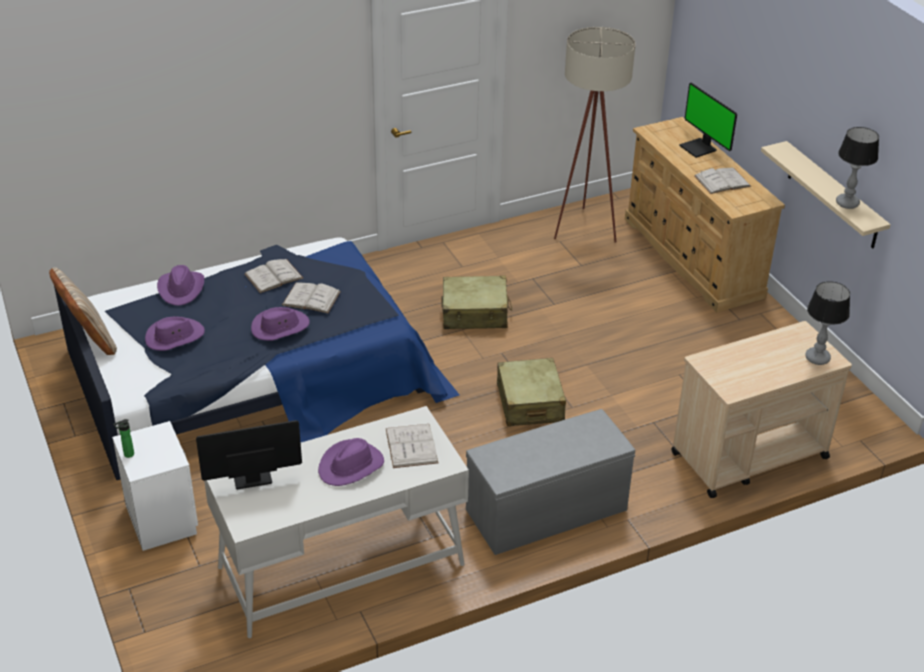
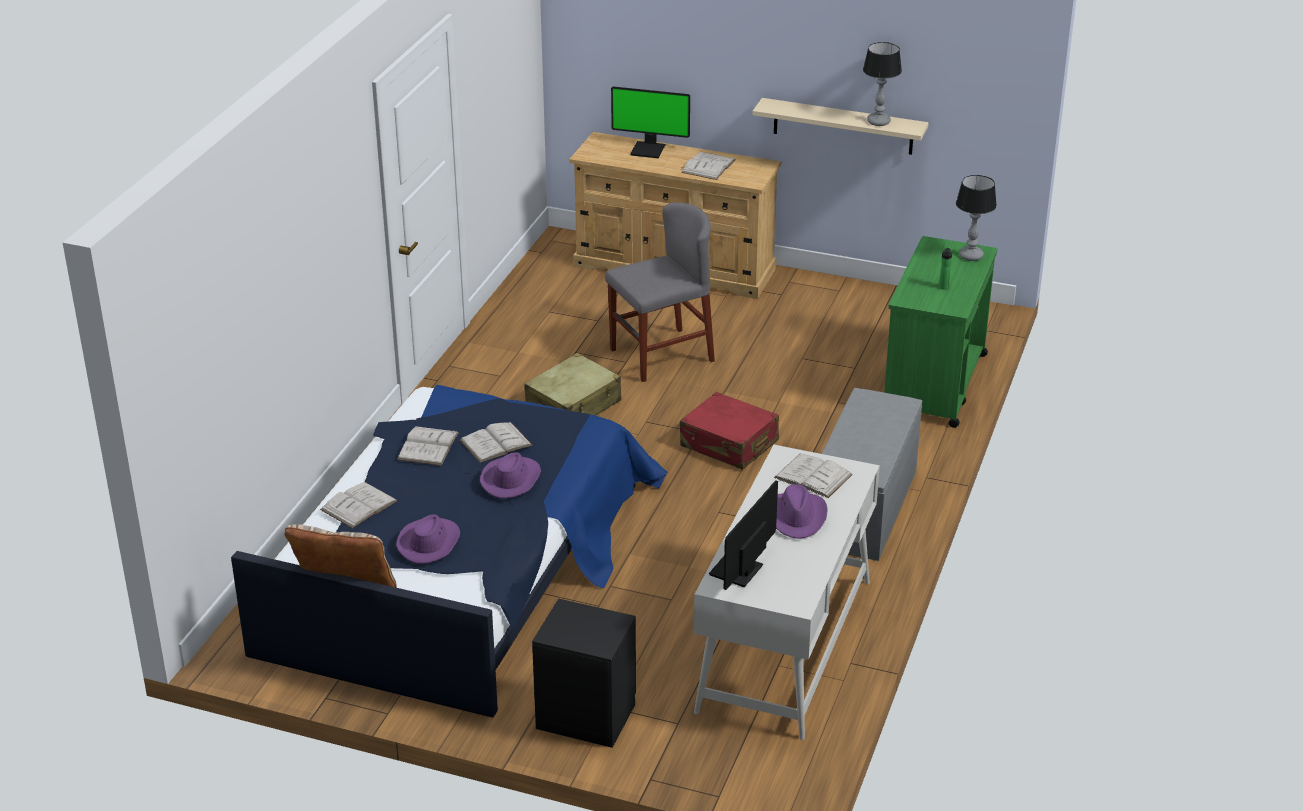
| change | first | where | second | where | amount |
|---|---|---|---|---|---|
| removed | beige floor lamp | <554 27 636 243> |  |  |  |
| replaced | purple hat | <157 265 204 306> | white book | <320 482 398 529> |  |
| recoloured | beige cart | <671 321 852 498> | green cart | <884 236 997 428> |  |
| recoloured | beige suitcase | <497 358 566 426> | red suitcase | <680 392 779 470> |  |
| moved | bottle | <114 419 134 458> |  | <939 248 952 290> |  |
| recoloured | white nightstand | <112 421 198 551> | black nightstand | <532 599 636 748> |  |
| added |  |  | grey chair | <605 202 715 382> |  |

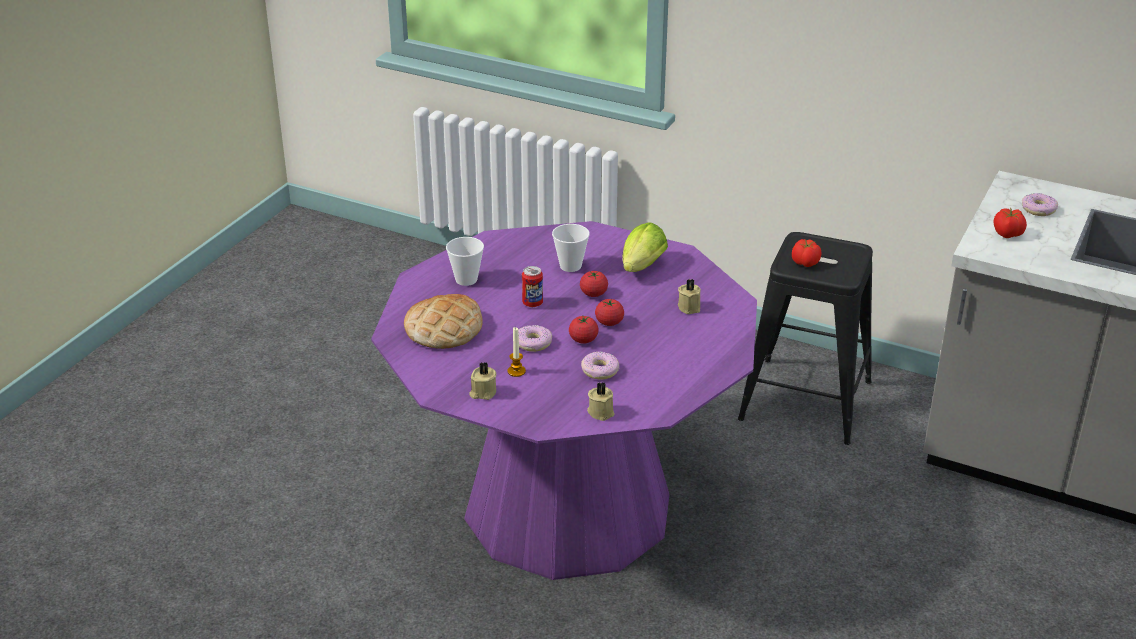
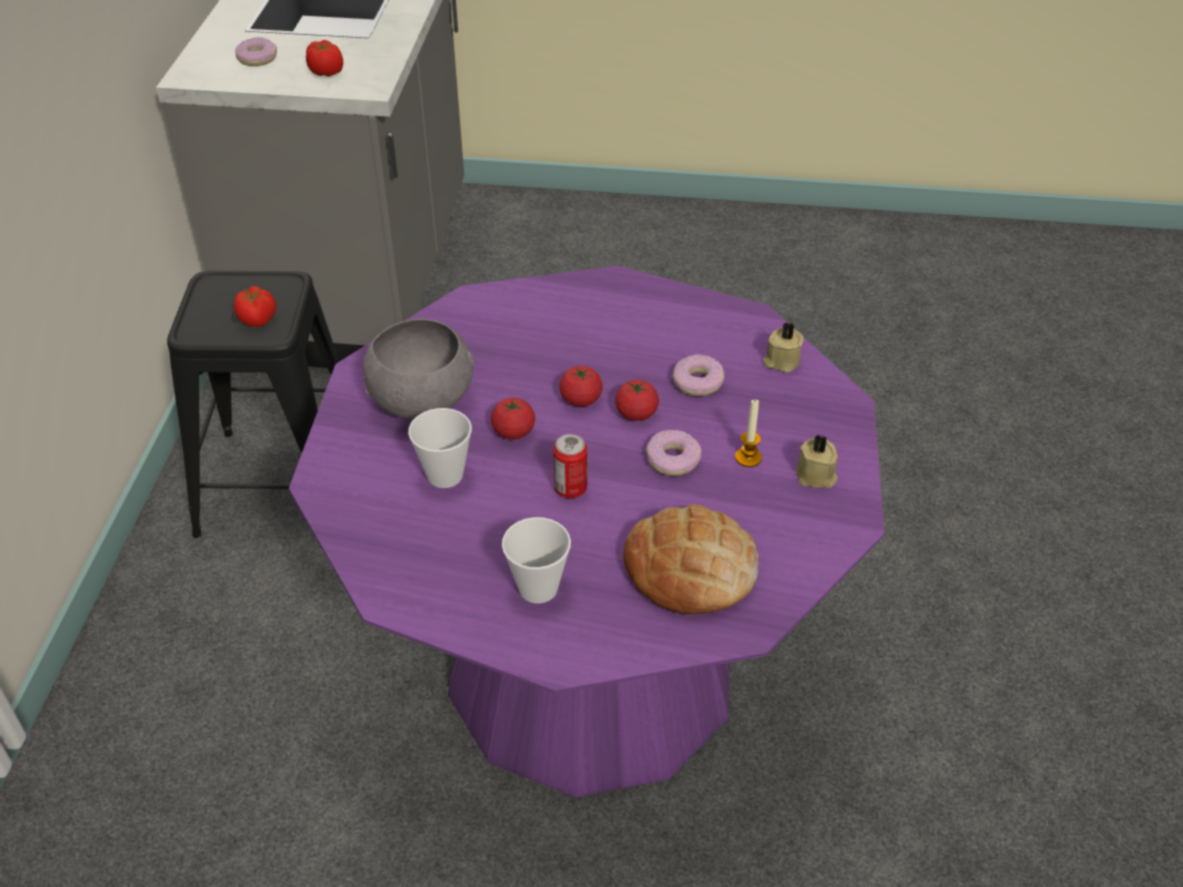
| change | first | where | second | where | amount |
|---|---|---|---|---|---|
| replaced | lettuce | <622 222 668 272> | grey bowl | <363 319 474 420> |  |
| removed | beige candle | <678 278 701 314> |  |  |  |

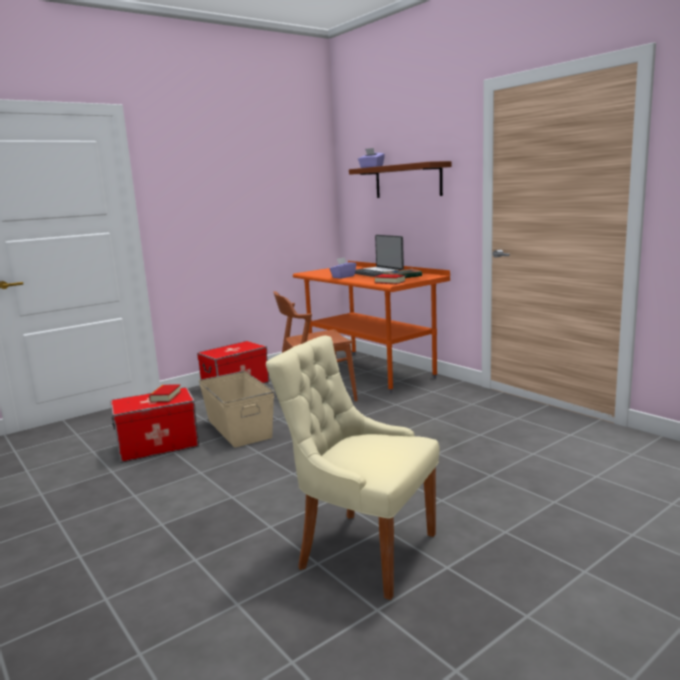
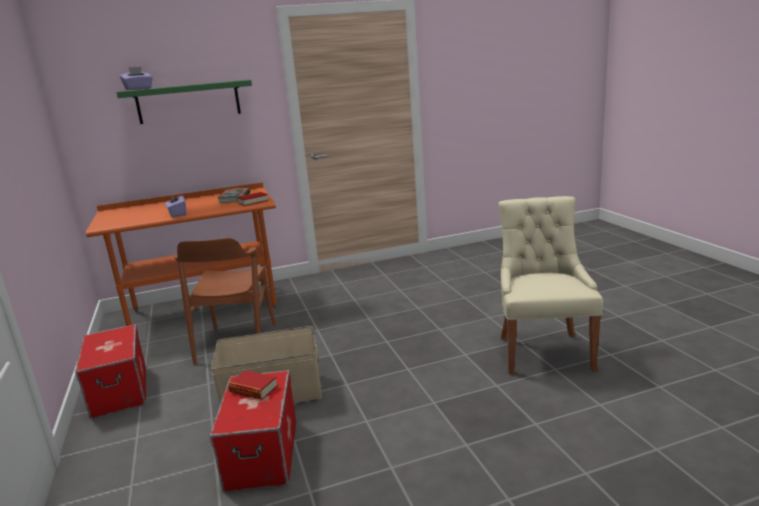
| change | first | where | second | where | amount |
|---|---|---|---|---|---|
| recoloured | brown shelf | <349 161 452 198> | green shelf | <117 80 252 124> |  |
| removed | laptop | <355 235 404 277> |  |  |  |
| turned | beige chair | <266 335 440 600> |  | <498 196 603 374> | 135 degrees clockwise |

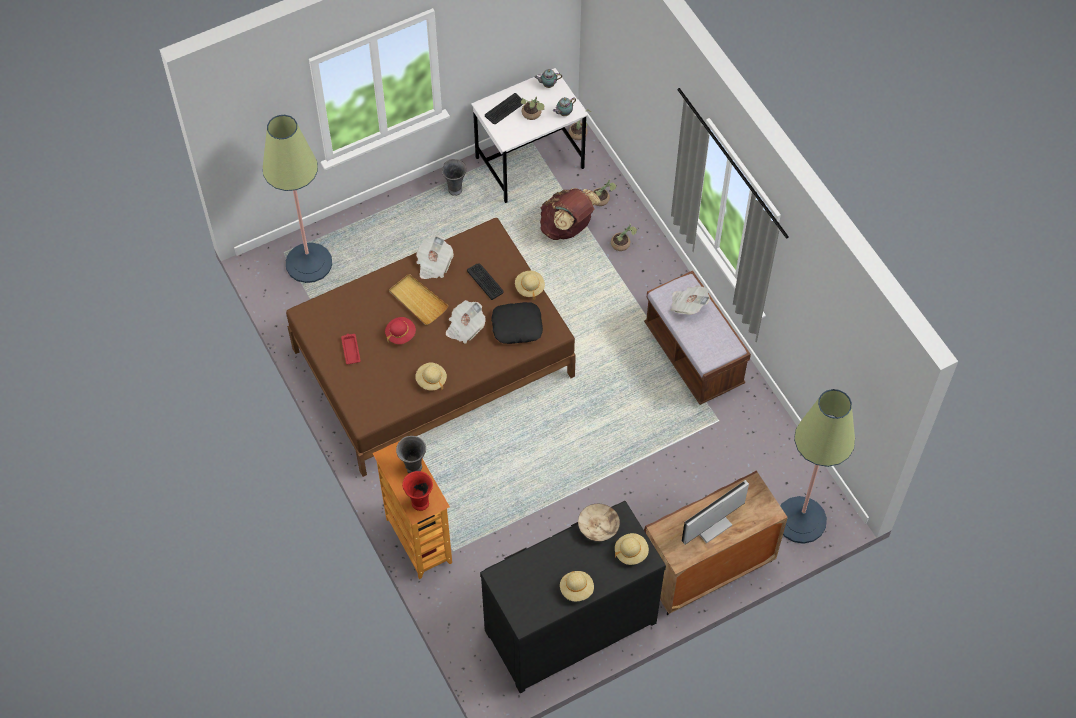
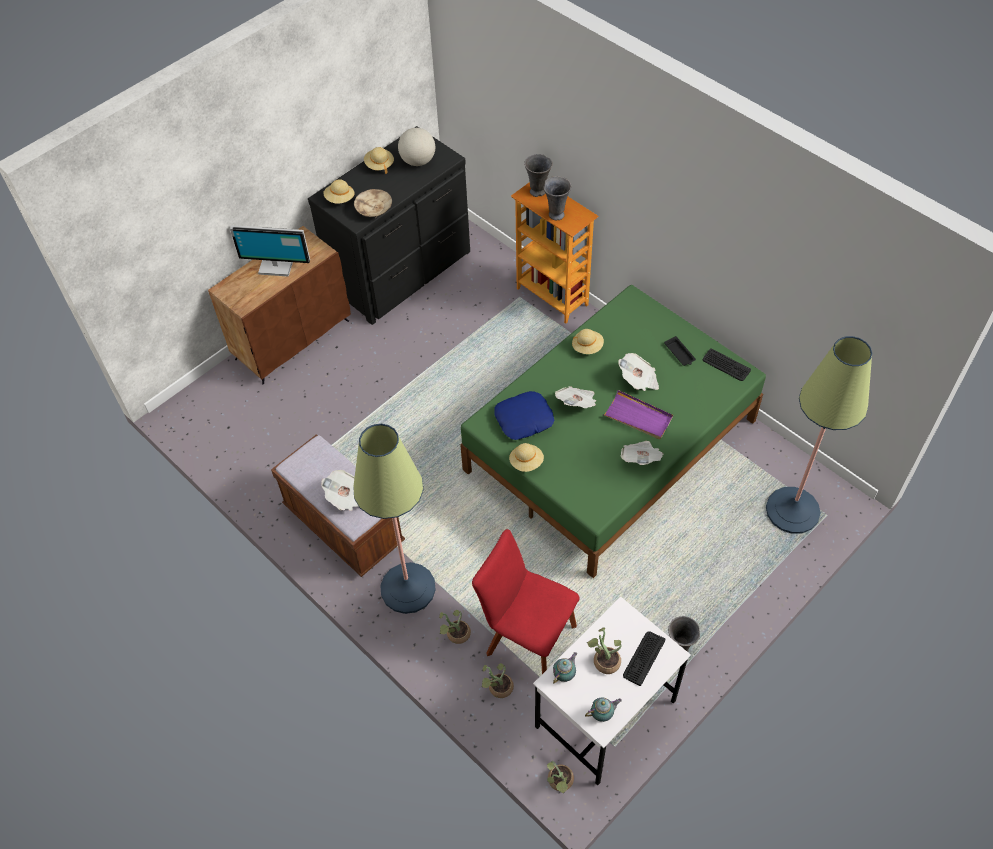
| change | first | where | second | where | amount |
|---|---|---|---|---|---|
| replaced | brown backpack | <540 188 601 240> | red chair | <472 529 580 674> |  |
| recoloured | brown bed | <286 218 576 477> | green bed | <460 285 766 578> |  |
| moved | keyboard | <467 263 504 300> |  | <703 348 751 381> |  |
| recoloured | beige tray | <389 274 448 325> | purple tray | <603 390 673 439> |  |
| recoloured | black pillow | <491 302 543 344> | blue pillow | <494 391 554 440> |  |
| replaced | red hat | <385 317 416 344> | newspaper | <618 353 659 391> |  |
| recoloured | red tray | <341 334 361 365> | black tray | <664 336 696 366> |  |
| moved | floor lamp | <780 389 855 544> |  | <353 423 436 614> |  |
| recoloured | red vase | <402 471 433 511> | grey vase | <524 154 553 197> |  |
| turned | monitor | <682 480 749 544> |  | <230 225 310 277> | 60 degrees clockwise |
| added |  |  | globe | <398 128 435 166> |  |

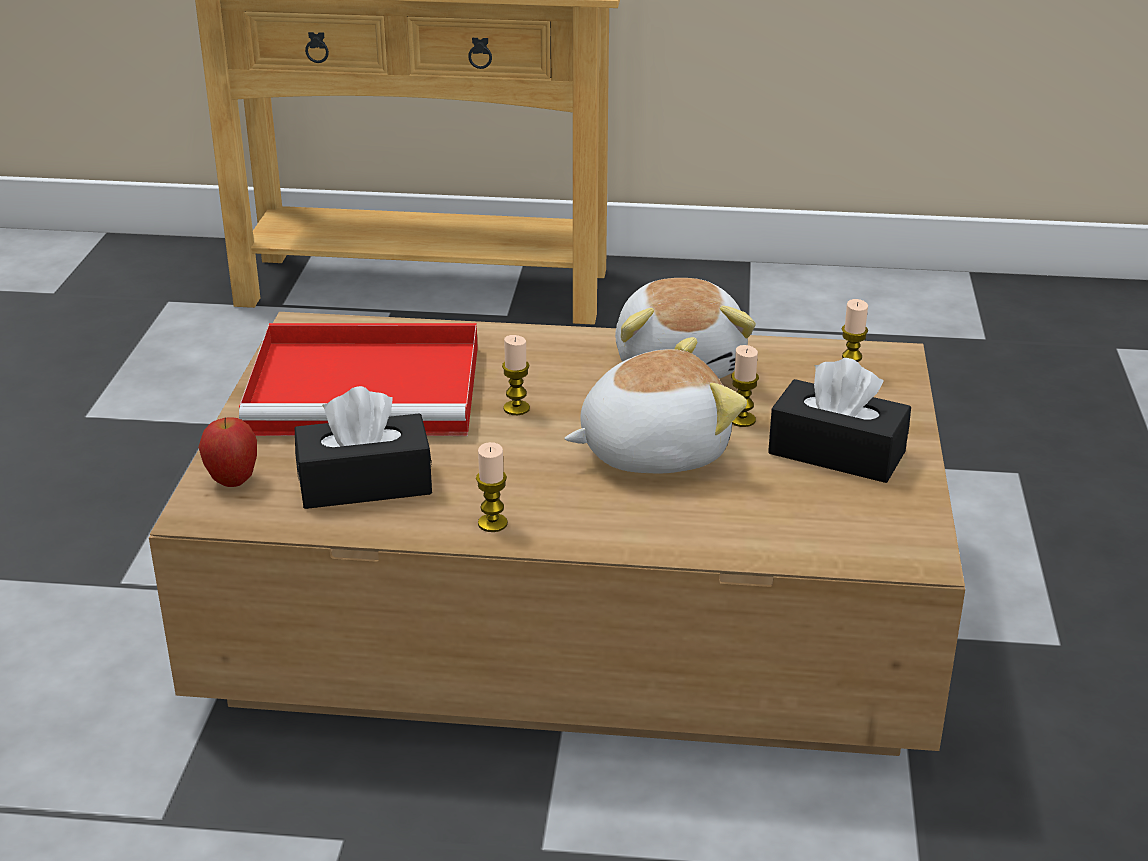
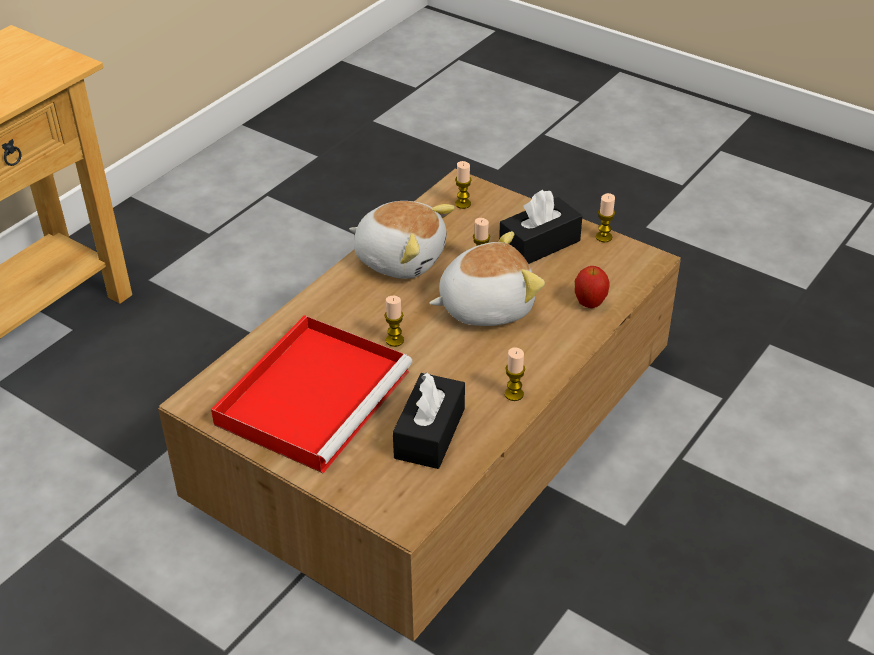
| change | first | where | second | where | amount |
|---|---|---|---|---|---|
| turned | plush toy | <564 337 747 474> |  | <429 231 545 326> | 60 degrees clockwise |
| moved | apple | <198 417 257 487> |  | <575 266 609 308> |  |
| added |  |  | candle | <596 193 615 242> |  |

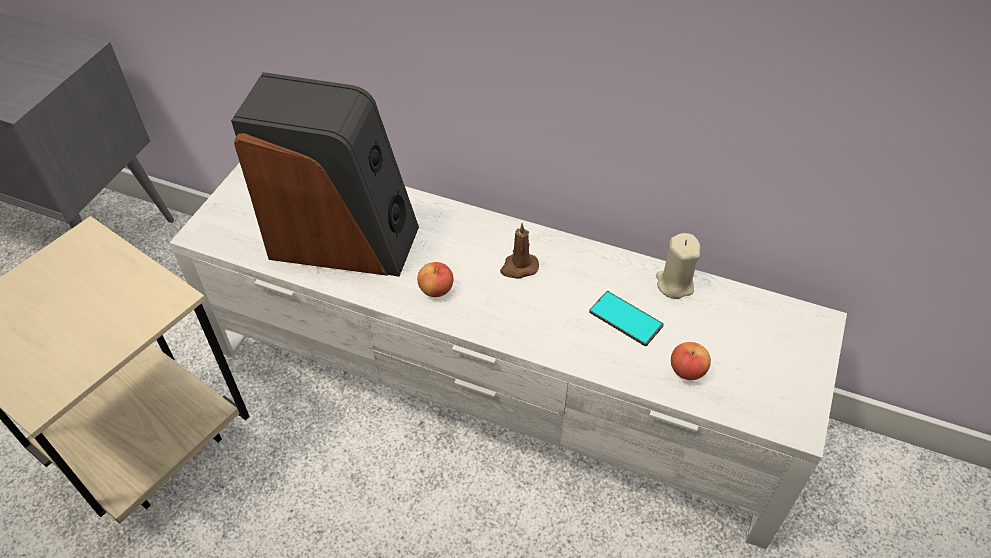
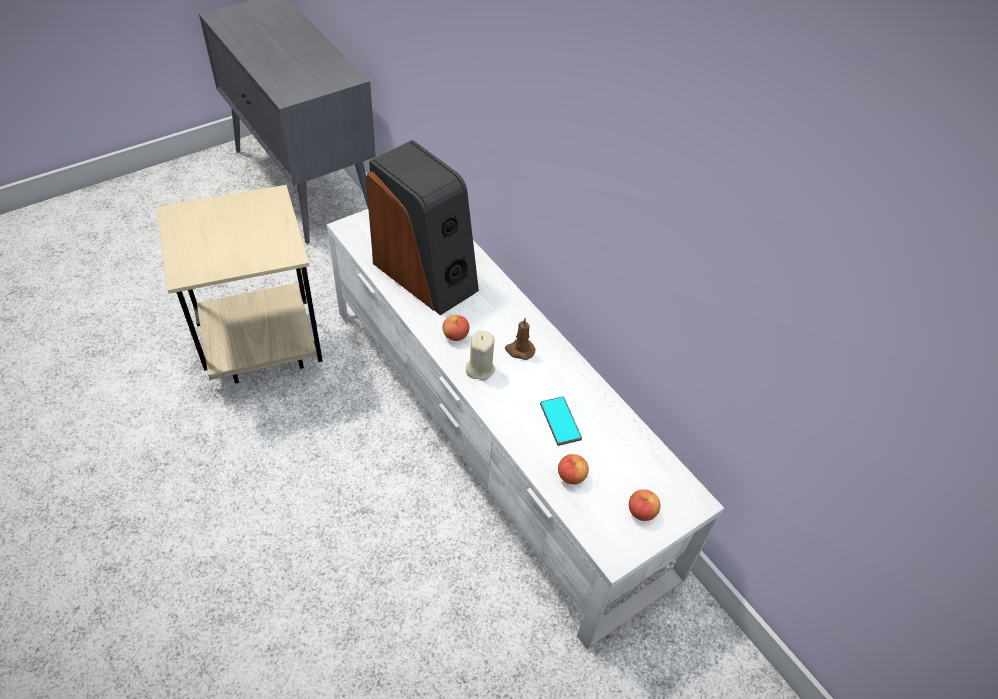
| change | first | where | second | where | amount |
|---|---|---|---|---|---|
| moved | beige candle | <656 233 701 299> |  | <466 331 495 381> |  |
| added |  |  | apple | <629 489 661 521> |  |

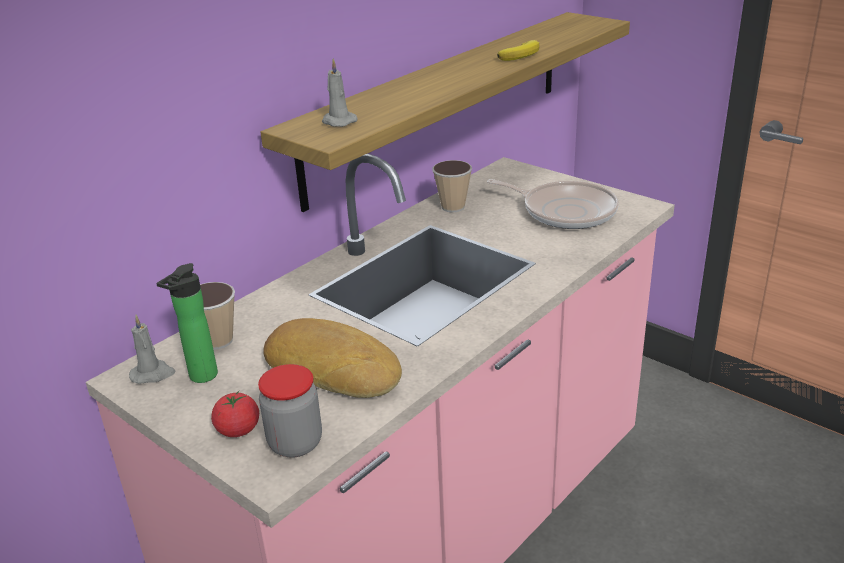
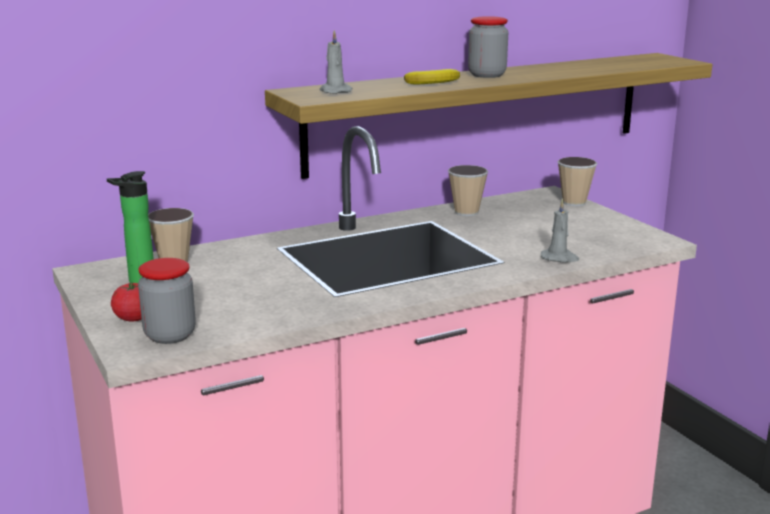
| change | first | where | second | where | amount |
|---|---|---|---|---|---|
| moved | banana | <497 40 540 61> |  | <404 69 460 84> |  |
| removed | frying pan | <487 179 619 229> |  |  |  |
| moved | grey candle | <129 315 176 384> |  | <541 199 579 263> |  |
| removed | bread | <263 318 402 398> |  |  |  |
| added |  |  | jar | <468 16 508 78> |  |
| added |  |  | cup | <558 157 597 206> |  |

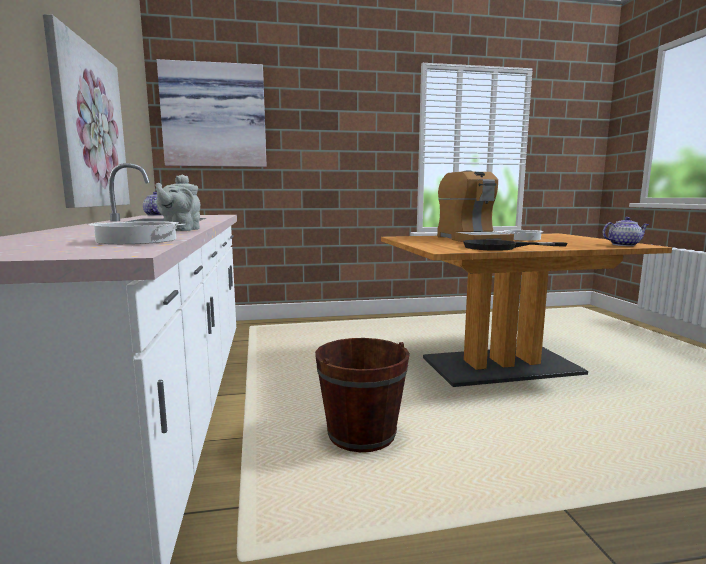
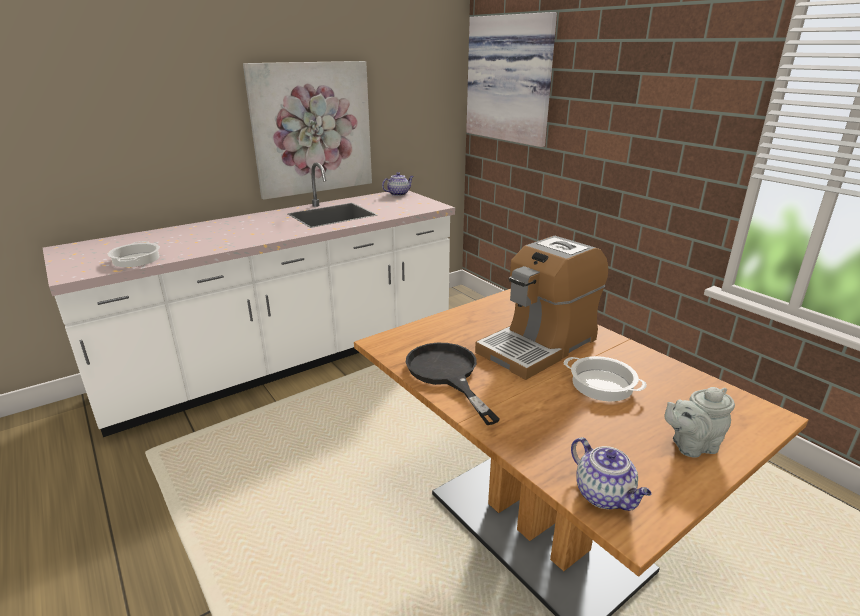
| change | first | where | second | where | amount |
|---|---|---|---|---|---|
| moved | grey teapot | <155 174 200 231> |  | <664 387 735 458> |  |
| removed | brown bucket | <315 338 410 452> |  |  |  |

